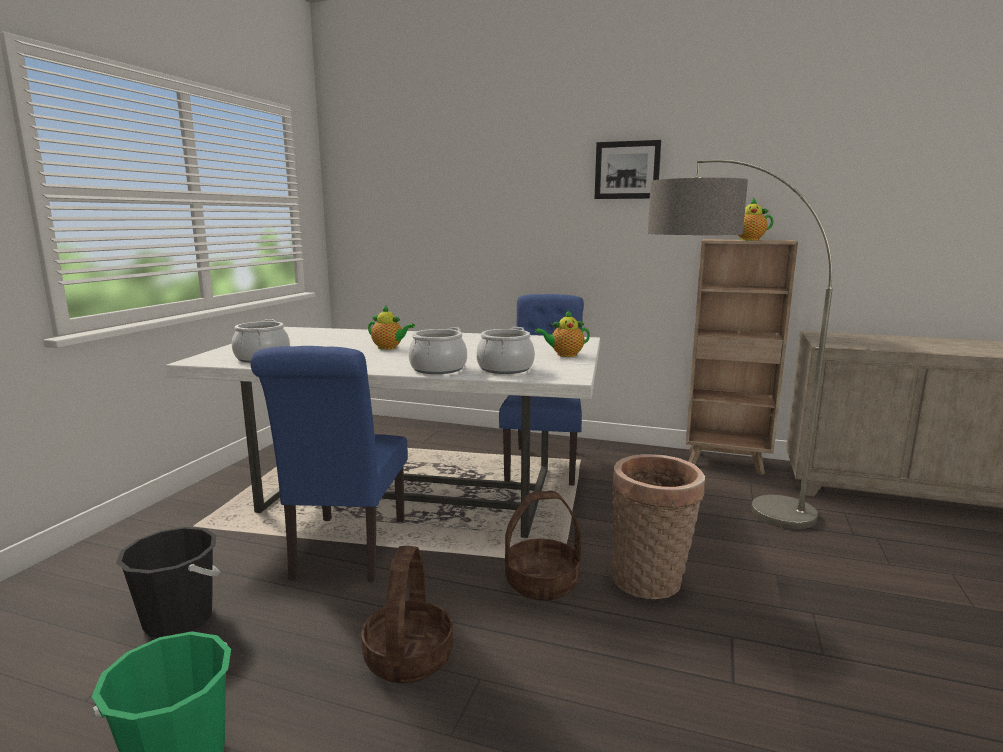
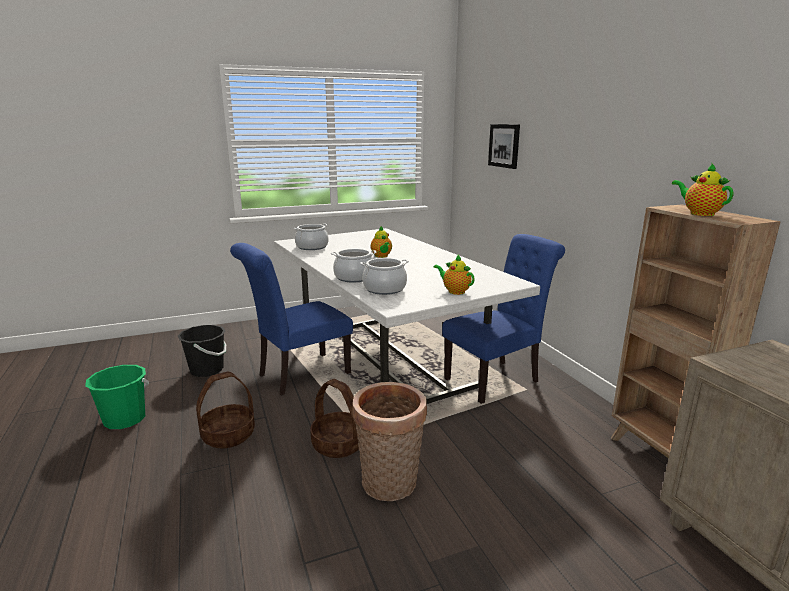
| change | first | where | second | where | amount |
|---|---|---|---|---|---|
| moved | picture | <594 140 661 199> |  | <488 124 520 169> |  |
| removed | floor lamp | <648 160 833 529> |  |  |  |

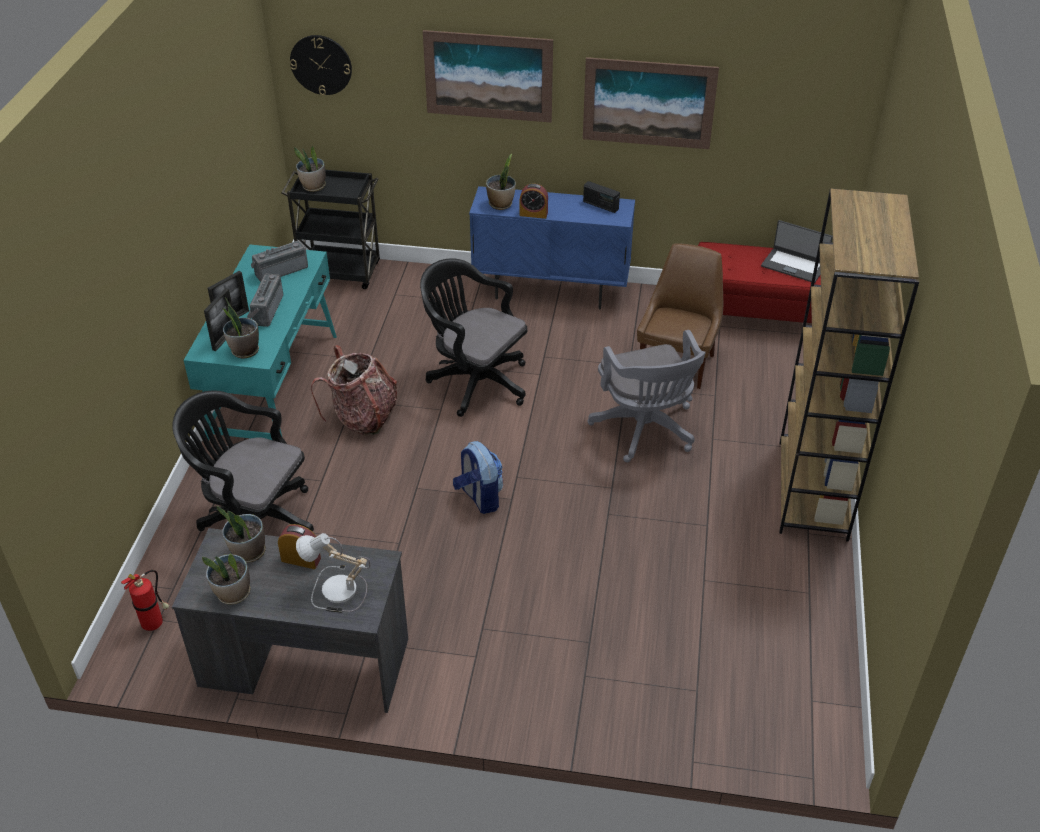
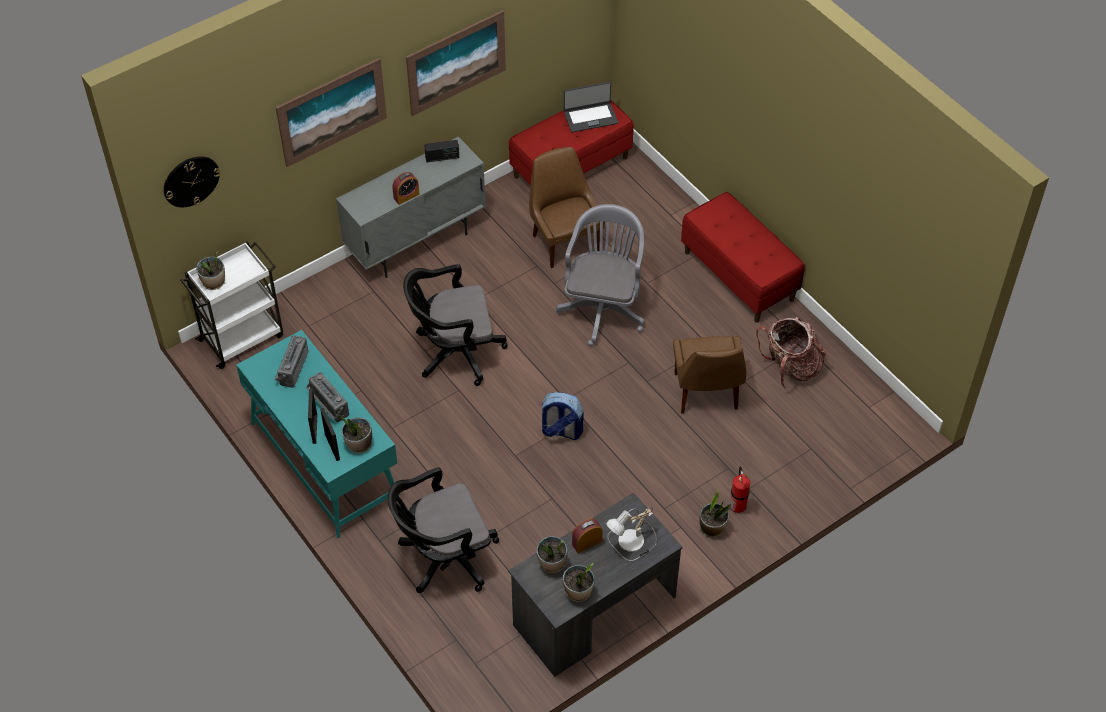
| change | first | where | second | where | amount |
|---|---|---|---|---|---|
| moved | potted plant | <486 154 516 210> |  | <700 489 731 537> |  |
| recoloured | black cart | <281 170 380 289> | white cart | <180 241 283 369> |  |
| recoloured | blue cabinet | <469 186 635 310> | grey cabinet | <336 137 486 278> |  |
| replaced | brown bookcase | <779 188 919 542> | red bench | <681 192 805 323> |  |
| turned | grey office chair | <587 330 706 462> |  | <555 204 645 346> | 105 degrees counterclockwise |
| moved | backpack | <311 345 398 435> |  | <756 317 826 388> |  |
| moved | fire extinguisher | <121 570 169 631> |  | <730 466 750 513> |  |
| added |  |  | brown chair | <673 336 747 414> |  |

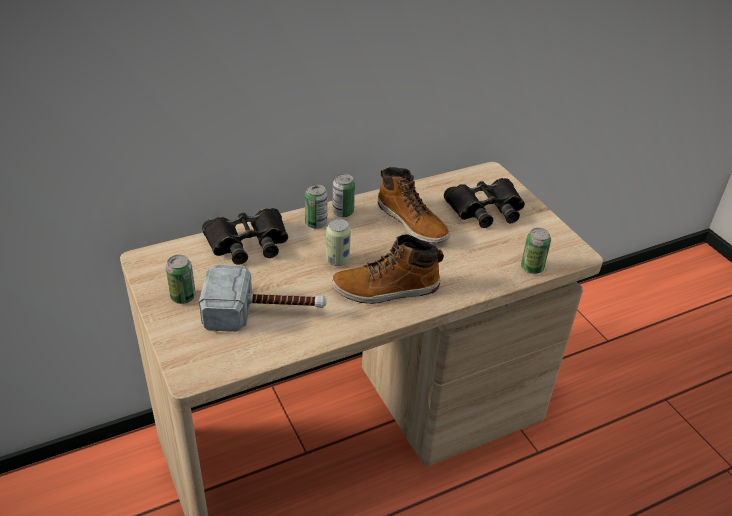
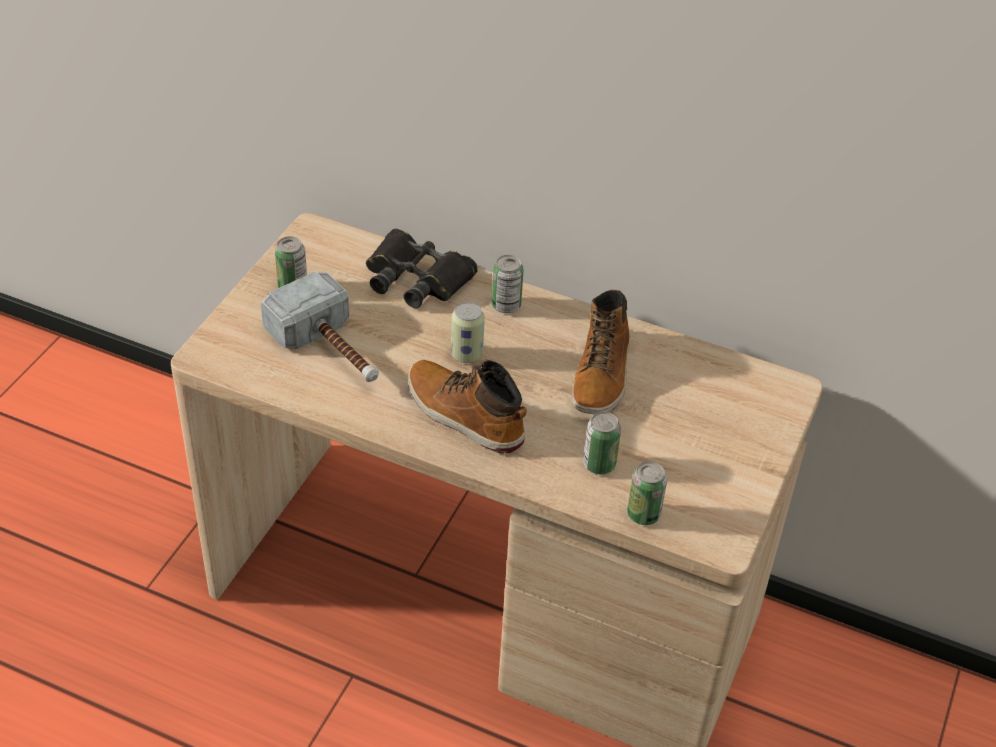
| change | first | where | second | where | amount |
|---|---|---|---|---|---|
| moved | can | <332 174 355 217> |  | <583 412 621 474> |  |
| removed | black binoculars | <444 178 525 228> |  |  |  |

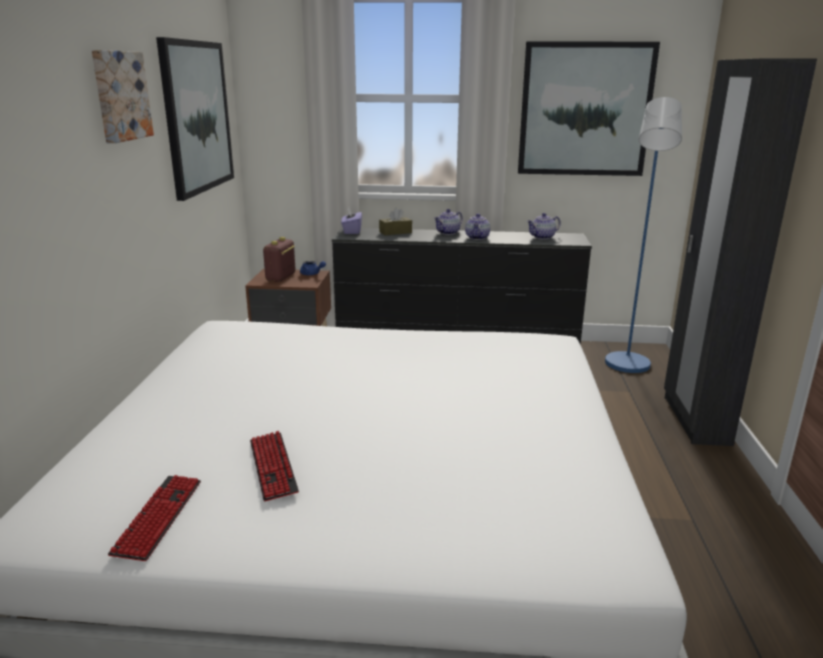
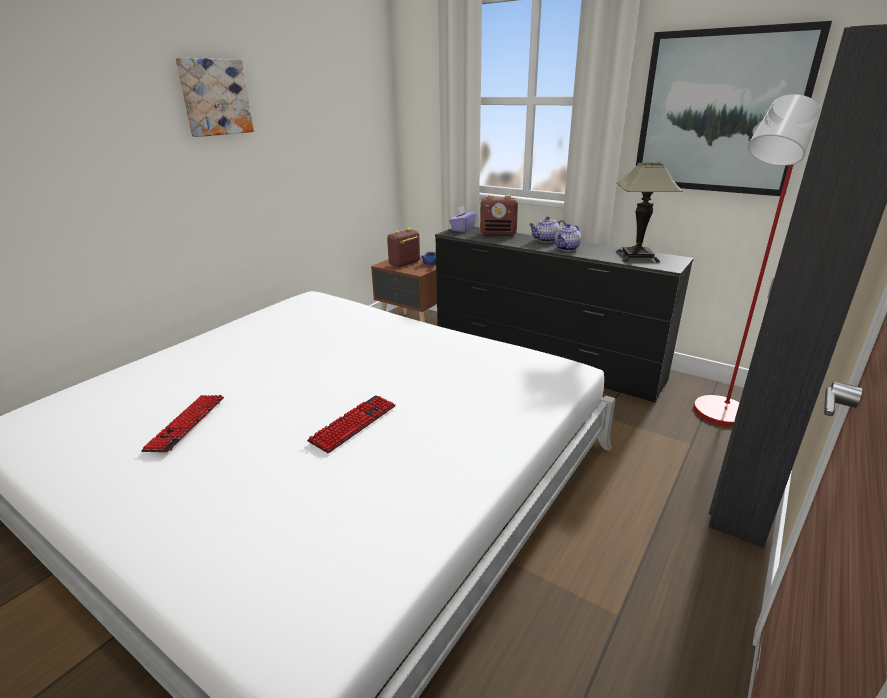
| change | first | where | second | where | amount |
|---|---|---|---|---|---|
| removed | picture | <156 37 234 201> |  |  |  |
| recoloured | blue floor lamp | <605 97 682 373> | red floor lamp | <693 94 820 426> |  |
| replaced | brown tissue box | <379 208 412 235> | radio | <480 195 518 236> |  |
| replaced | teapot | <527 213 561 239> | table lamp | <616 163 683 262> |  |
| moved | keyboard | <108 475 201 561> |  | <307 395 396 453> |  |

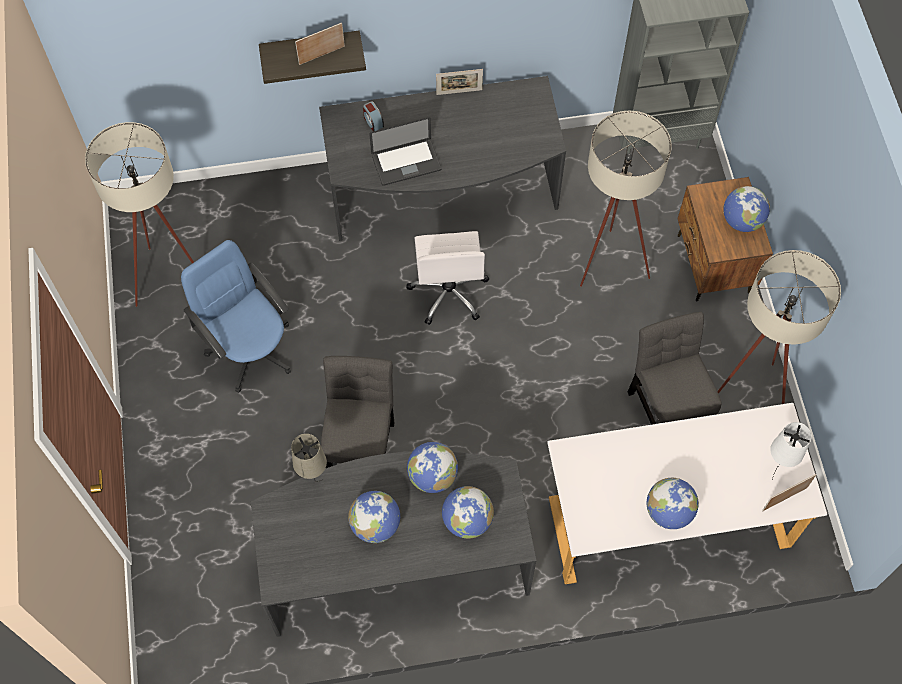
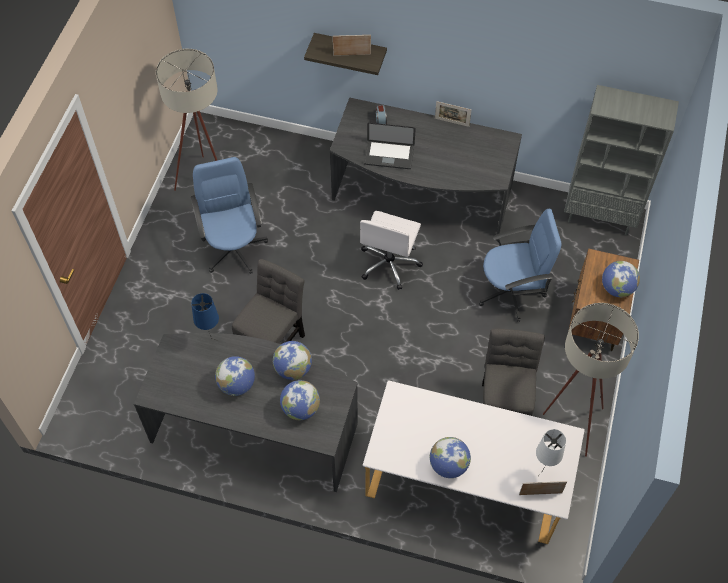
| change | first | where | second | where | amount |
|---|---|---|---|---|---|
| replaced | beige floor lamp | <580 111 672 287> | blue office chair | <479 209 562 322> |  |
| recoloured | beige table lamp | <291 434 327 482> | blue table lamp | <191 293 219 340> |  |

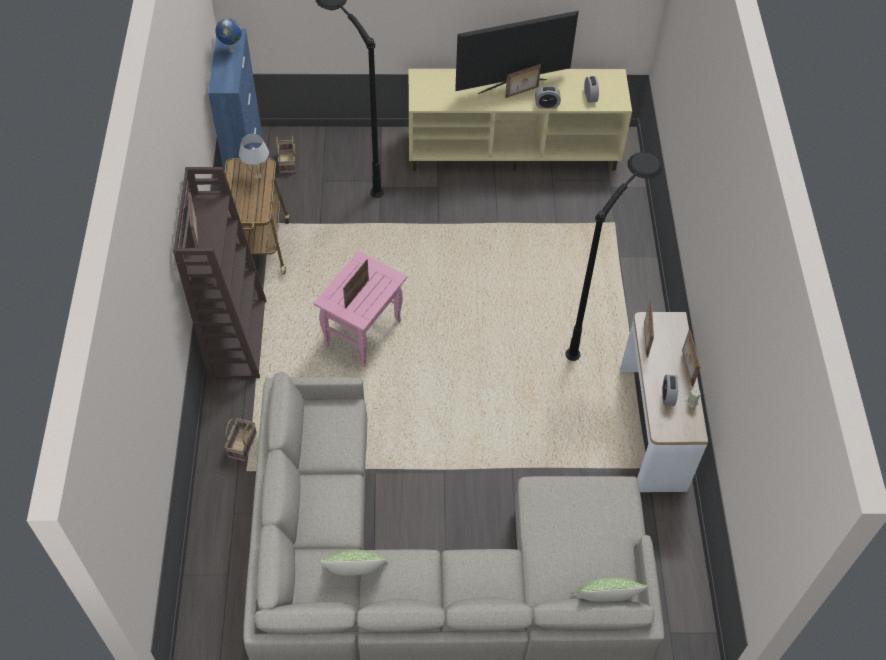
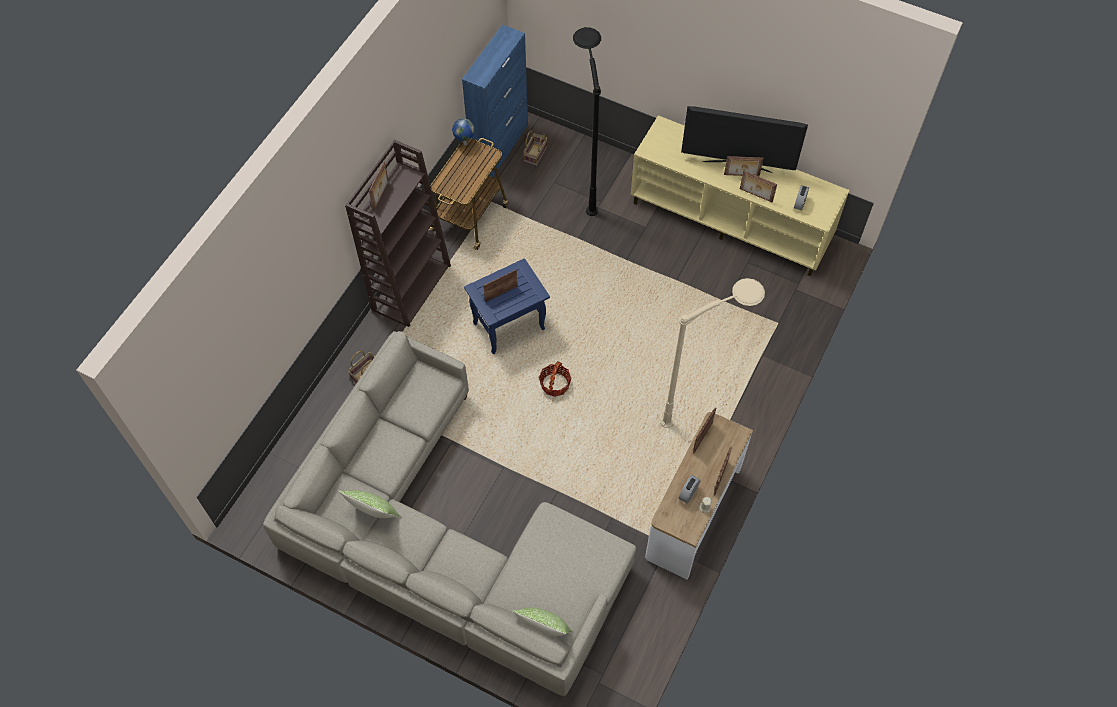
| change | first | where | second | where | amount |
|---|---|---|---|---|---|
| moved | globe | <215 18 242 52> |  | <452 118 475 145> |  |
| replaced | alarm clock | <535 86 561 109> | picture frame | <740 171 777 203> |  |
| removed | white table lamp | <239 134 269 179> |  |  |  |
| recoloured | black floor lamp | <565 152 663 361> | beige floor lamp | <660 278 765 428> |  |
| recoloured | pink side table | <313 251 407 367> | blue side table | <464 258 550 354> |  |
| added |  |  | basket | <539 361 571 397> |  |

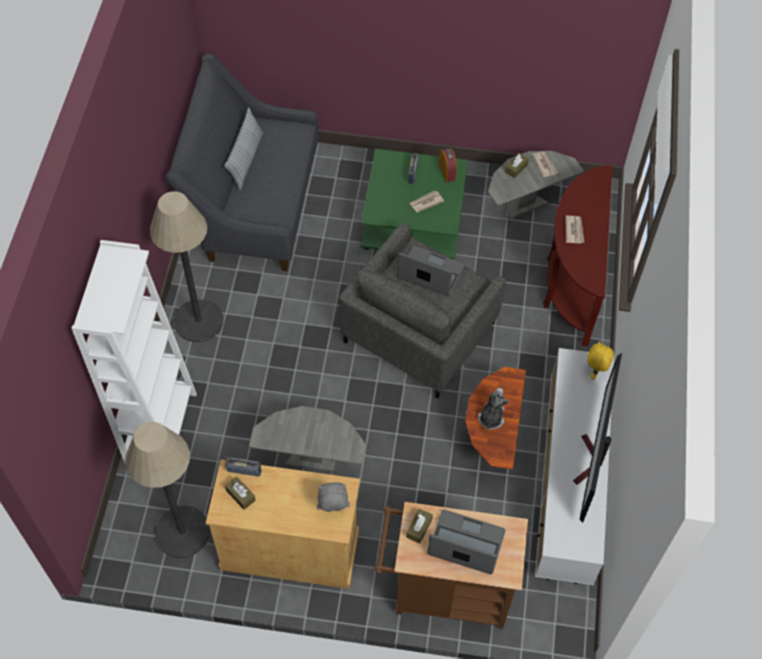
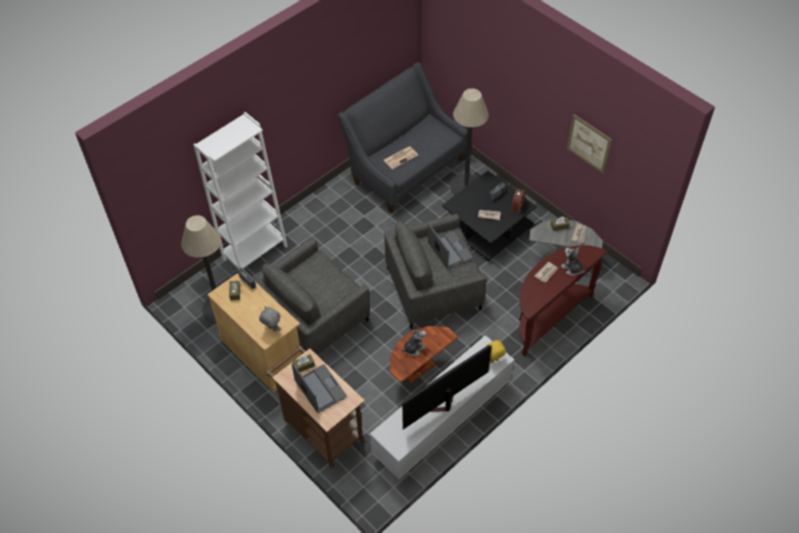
| change | first | where | second | where | amount |
|---|---|---|---|---|---|
| removed | pillow | <225 108 263 190> |  |  |  |
| recoloured | green coffee table | <361 149 468 259> | black coffee table | <442 171 537 261> |  |
| moved | floor lamp | <150 191 224 342> |  | <450 88 489 195> |  |
| replaced | grey side table | <249 406 366 473> | grey armchair | <253 238 370 355> |  |
| added |  |  | picture | <567 114 612 174> |  |
| added |  |  | newspaper | <384 146 418 169> |  |
| added |  |  | plush toy | <561 247 585 276> |  |

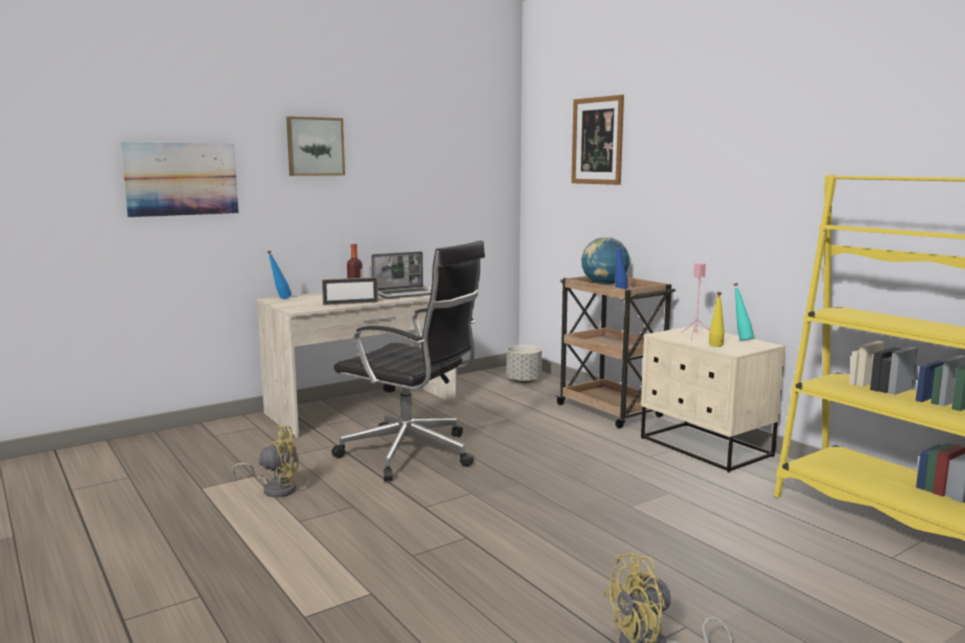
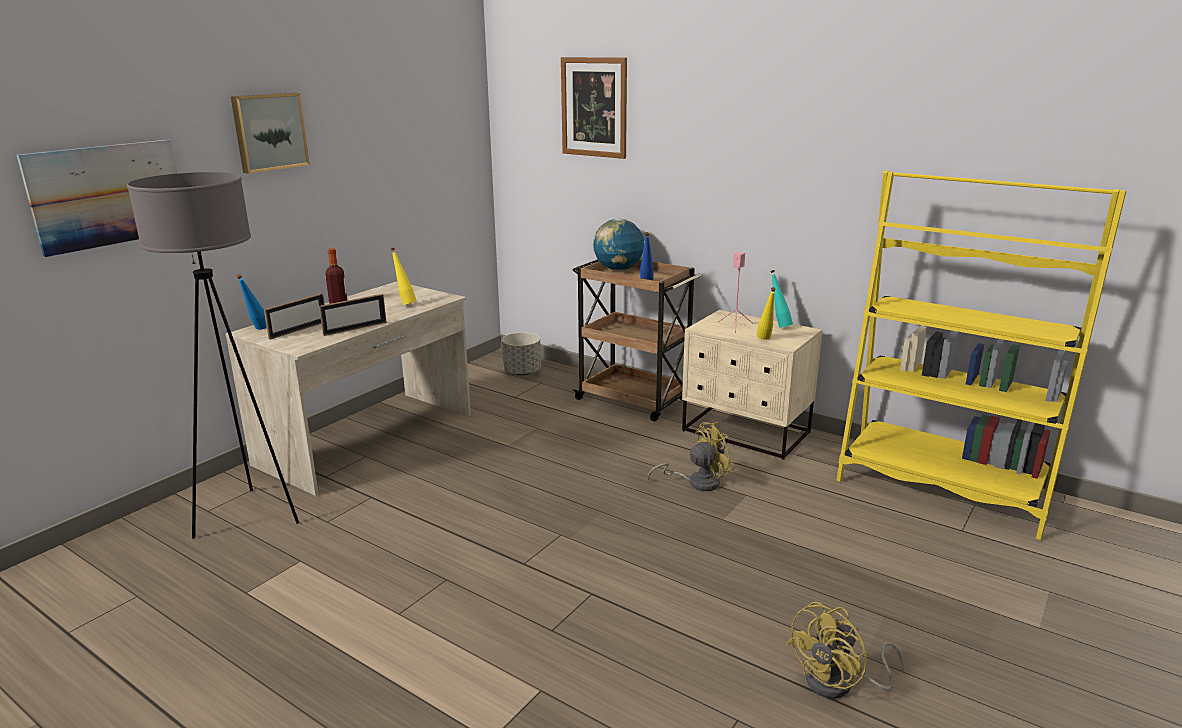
| change | first | where | second | where | amount |
|---|---|---|---|---|---|
| removed | black office chair | <332 241 485 481> |  |  |  |
| replaced | laptop | <371 251 431 299> | yellow bottle | <391 248 417 305> |  |
| moved | yellow fan | <232 425 299 497> |  | <648 422 735 491> |  |
| added |  |  | grey floor lamp | <127 172 299 539> |  |
| added |  |  | picture frame | <264 293 325 340> |  |

